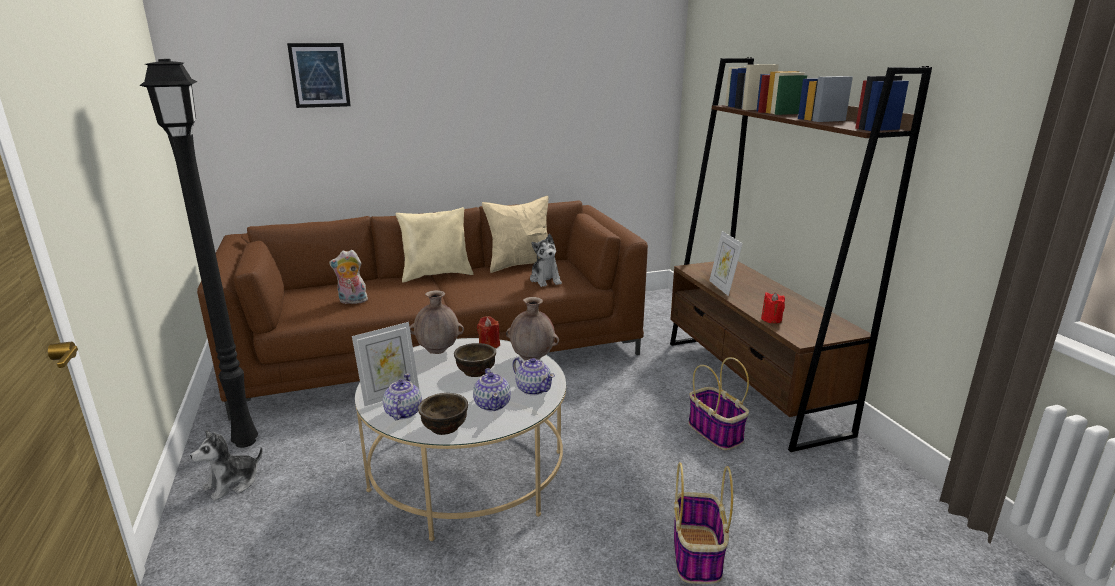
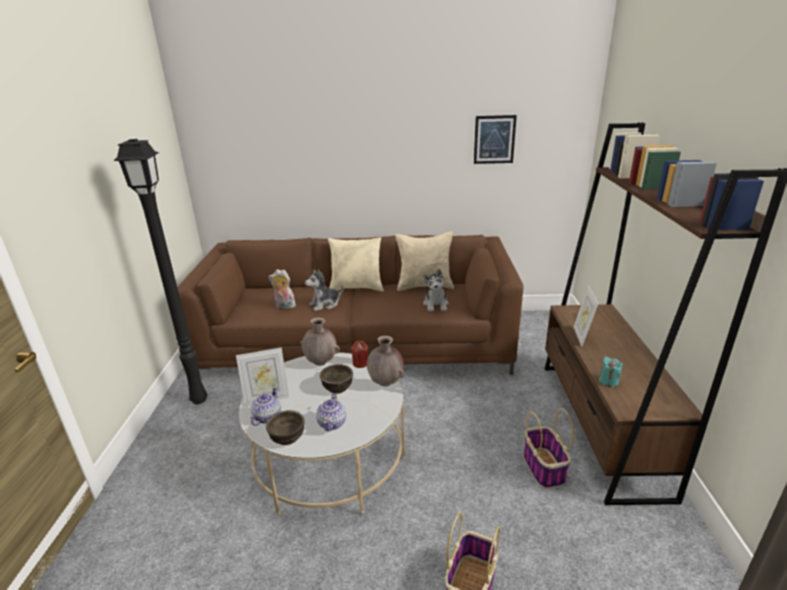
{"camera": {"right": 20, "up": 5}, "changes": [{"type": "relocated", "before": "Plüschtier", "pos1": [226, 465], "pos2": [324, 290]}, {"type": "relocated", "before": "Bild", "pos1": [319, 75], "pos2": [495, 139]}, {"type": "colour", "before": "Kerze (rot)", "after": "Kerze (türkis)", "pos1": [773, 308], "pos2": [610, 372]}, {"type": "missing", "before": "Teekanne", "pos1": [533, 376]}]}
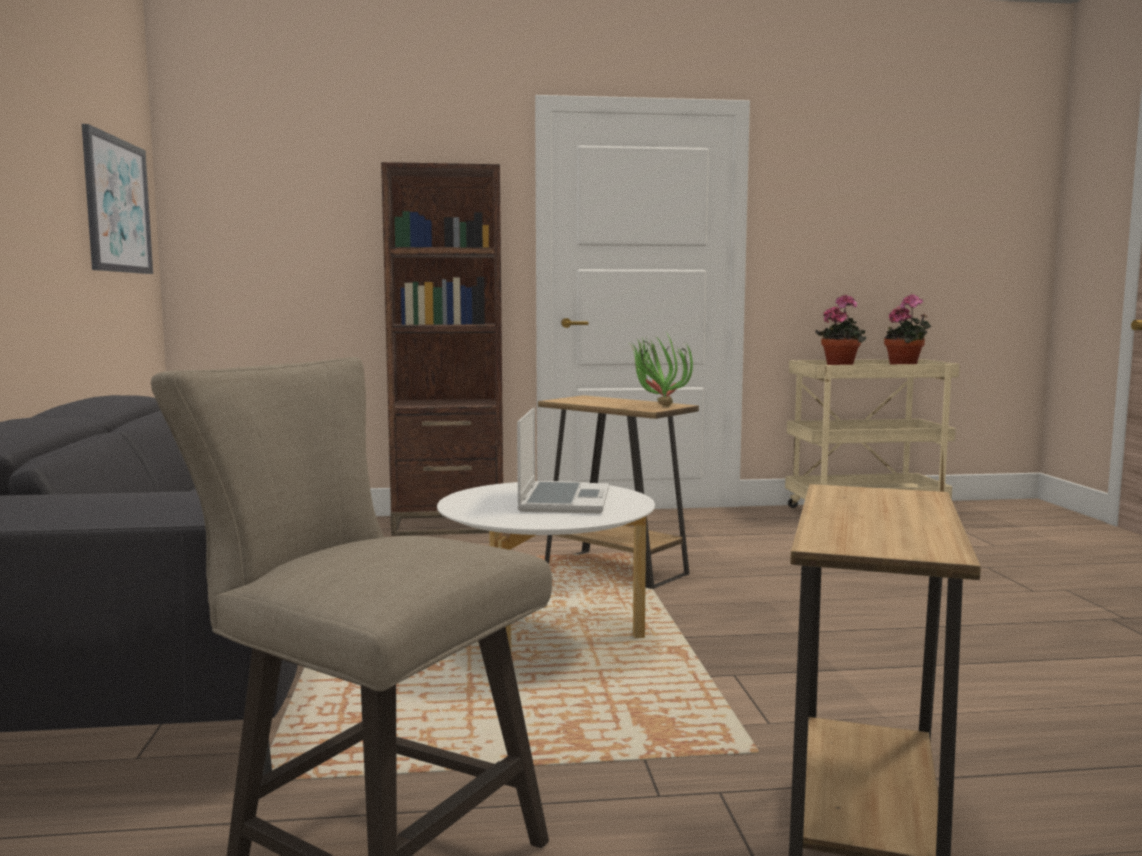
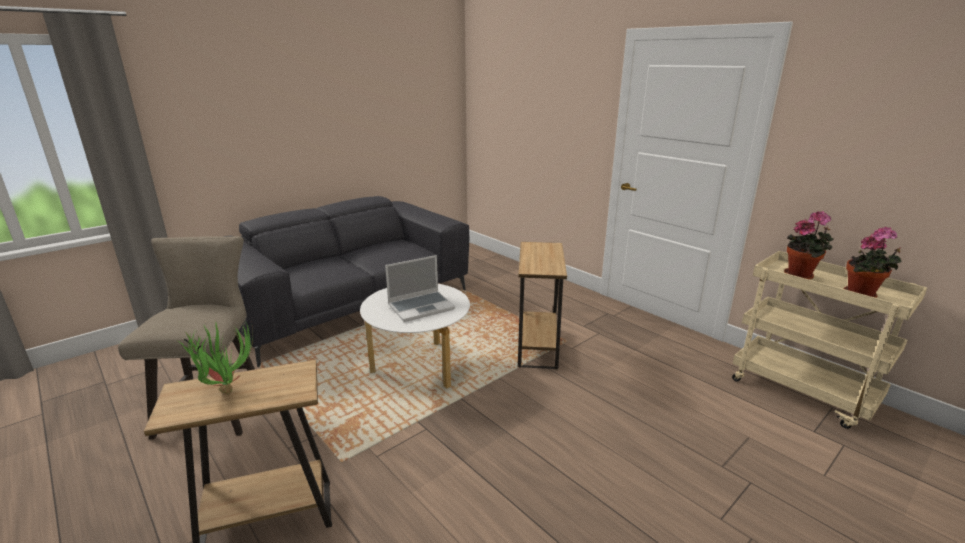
{"camera": {"right": 55, "up": 15}, "changes": [{"type": "relocated", "before": "Topfpflanze", "pos1": [661, 369], "pos2": [215, 357]}, {"type": "missing", "before": "Bild", "pos1": [117, 199]}, {"type": "missing", "before": "Bücherregal (braun)", "pos1": [442, 349]}]}
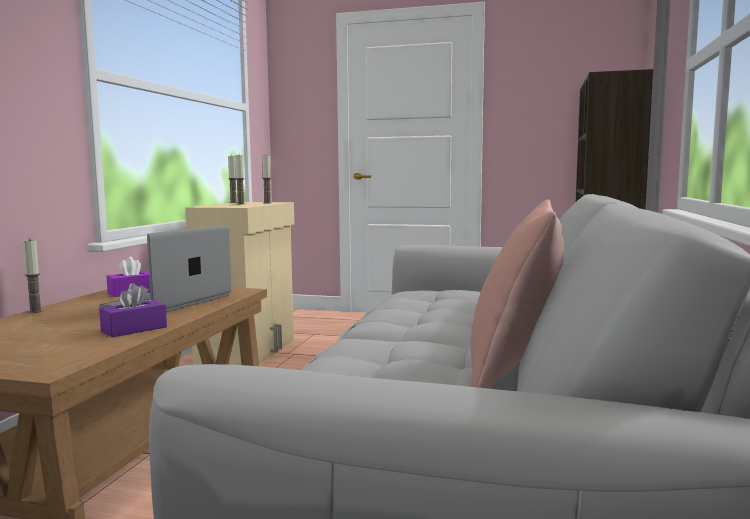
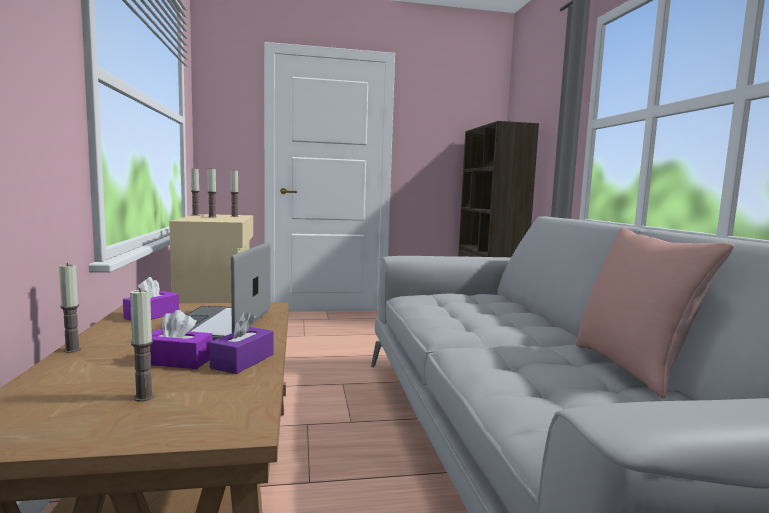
{"camera": {"right": -25, "up": 0}, "changes": [{"type": "appeared", "after": "Kerze", "pos2": [142, 345]}, {"type": "appeared", "after": "Taschentuchbox (lila)", "pos2": [181, 339]}]}
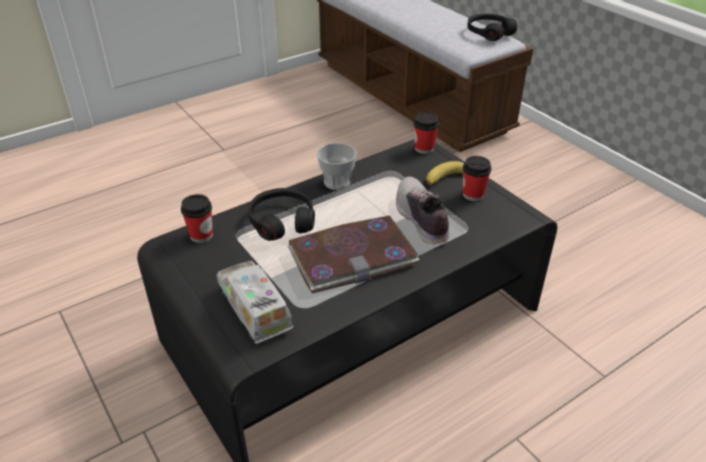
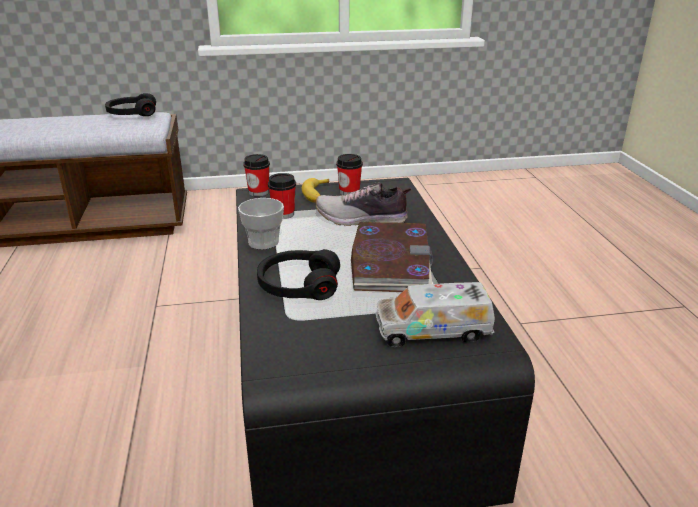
{"camera": {"right": -65, "up": -10}, "changes": [{"type": "relocated", "before": "Tasse", "pos1": [197, 218], "pos2": [282, 196]}]}
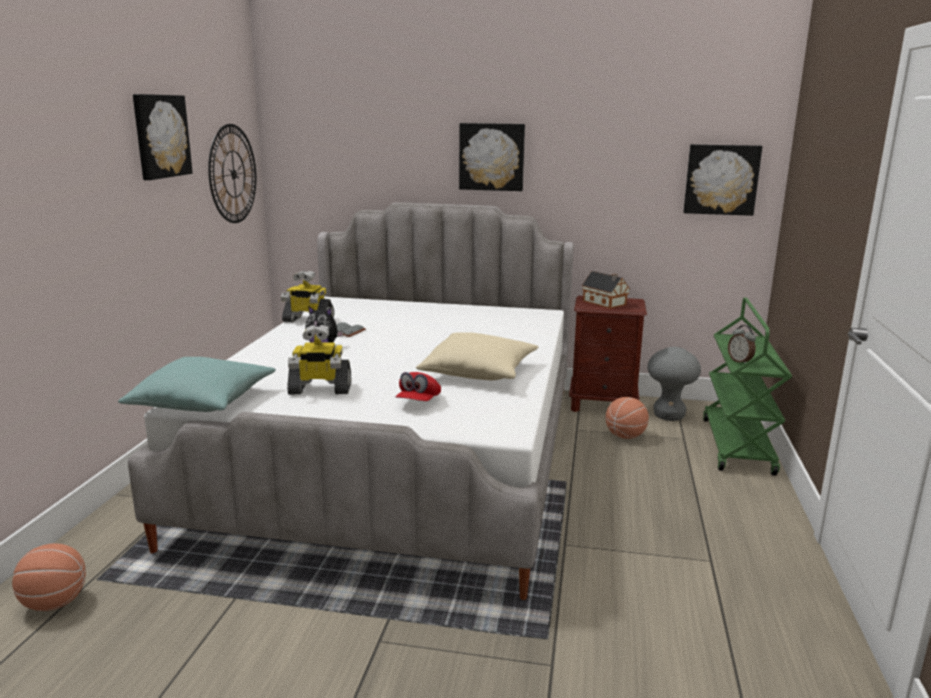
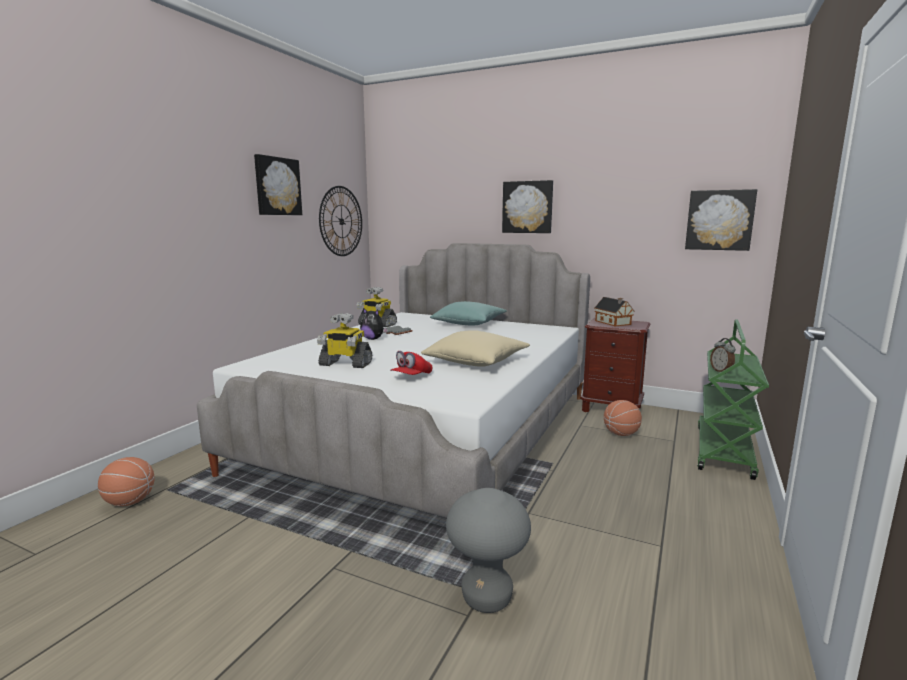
{"camera": {"right": 15, "up": -5}, "changes": [{"type": "relocated", "before": "Kissen (türkis)", "pos1": [197, 384], "pos2": [468, 313]}, {"type": "relocated", "before": "Hocker (grau)", "pos1": [674, 384], "pos2": [488, 550]}]}
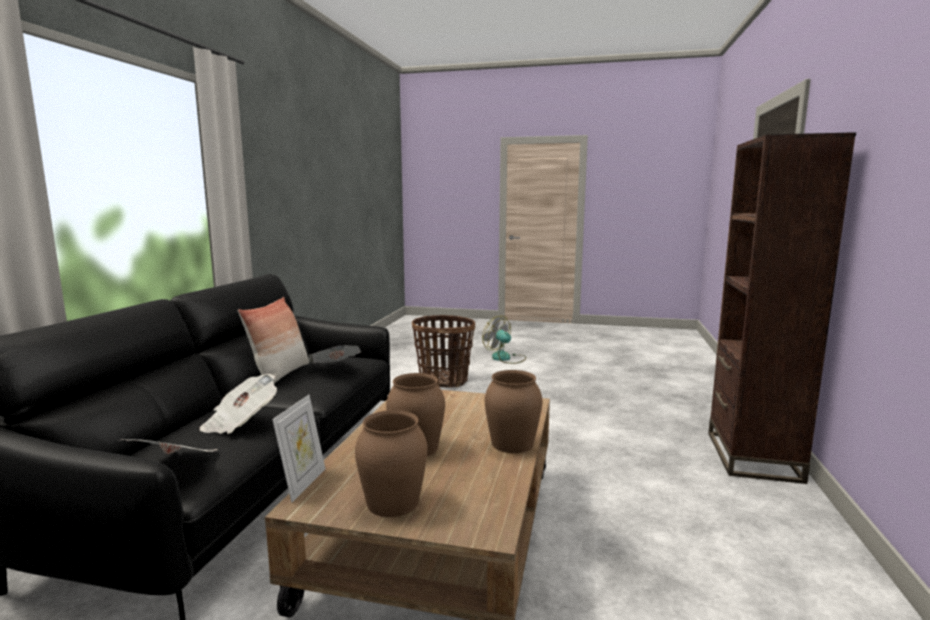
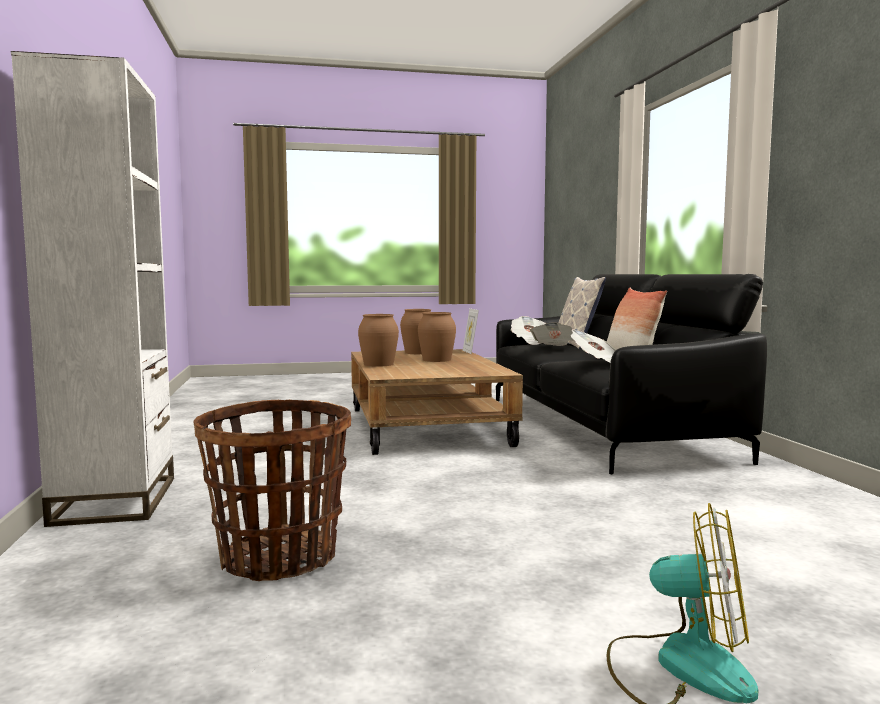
{"camera": {"right": 155, "up": -5}, "changes": [{"type": "colour", "before": "Bücherregal (braun)", "after": "Bücherregal (weiß)", "pos1": [782, 308], "pos2": [92, 289]}, {"type": "relocated", "before": "Korb", "pos1": [443, 351], "pos2": [272, 490]}, {"type": "appeared", "after": "Kissen", "pos2": [582, 313]}]}
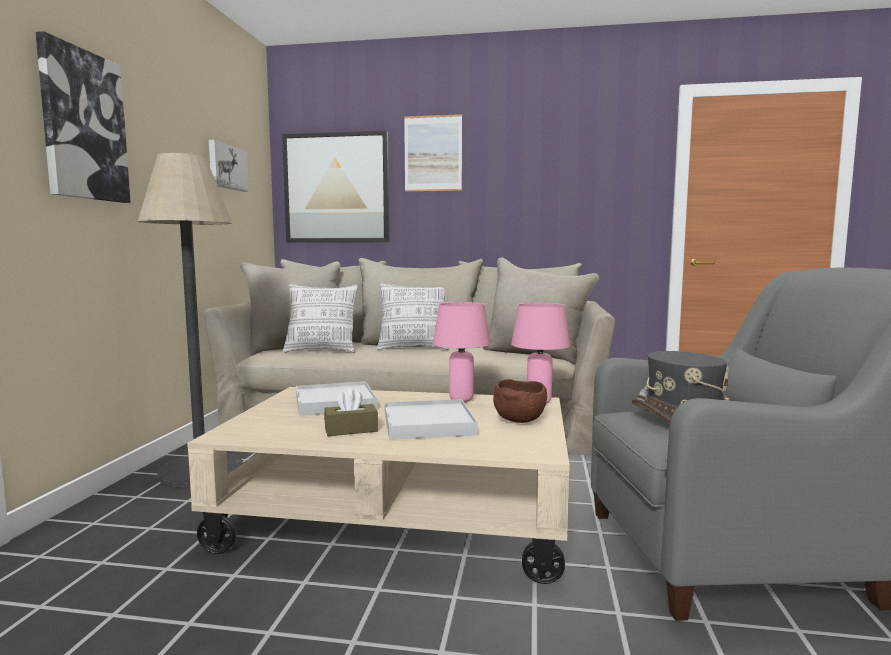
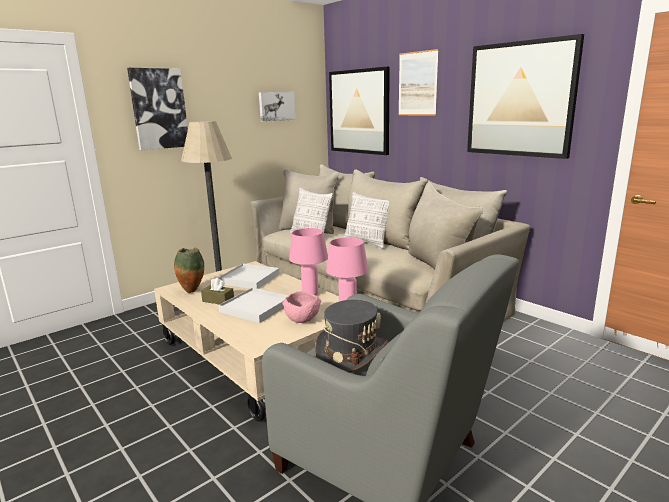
{"camera": {"right": 40, "up": 10}, "changes": [{"type": "appeared", "after": "Vase", "pos2": [189, 270]}, {"type": "colour", "before": "Schüssel (braun)", "after": "Schüssel (rosa)", "pos1": [520, 401], "pos2": [301, 307]}, {"type": "appeared", "after": "Bild", "pos2": [525, 96]}]}
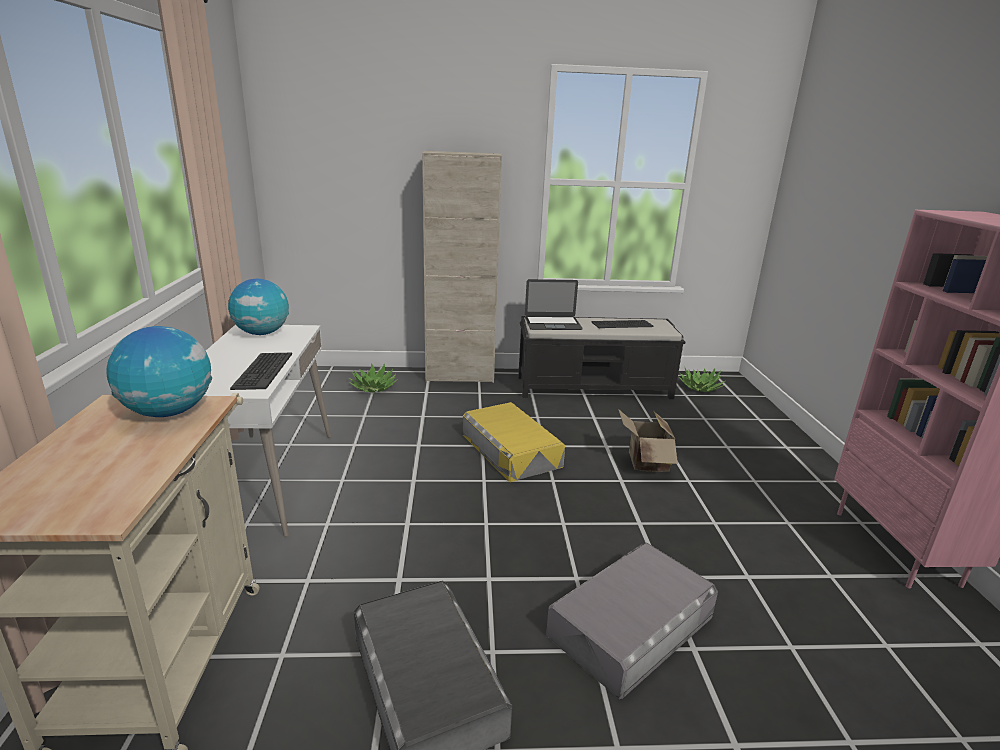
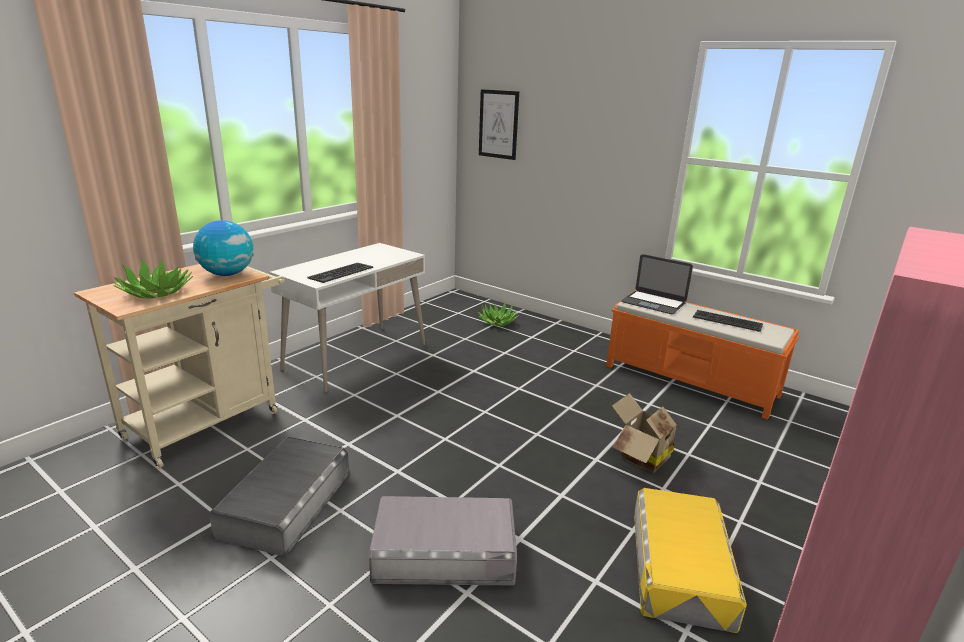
{"camera": {"right": 40, "up": 0}, "changes": [{"type": "relocated", "before": "Topfpflanze", "pos1": [701, 380], "pos2": [152, 278]}, {"type": "appeared", "after": "Bild", "pos2": [499, 124]}, {"type": "colour", "before": "Bank (schwarz)", "after": "Bank (orange)", "pos1": [601, 357], "pos2": [702, 355]}, {"type": "relocated", "before": "Aufbewahrungsbox (gelb)", "pos1": [513, 442], "pos2": [690, 560]}, {"type": "missing", "before": "Globus", "pos1": [258, 307]}, {"type": "missing", "before": "Schrank (beige)", "pos1": [462, 267]}]}
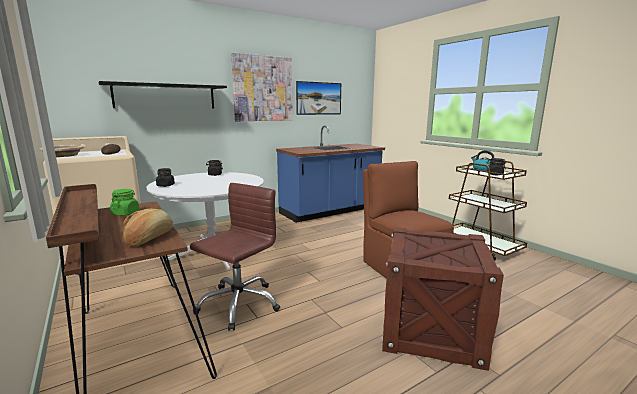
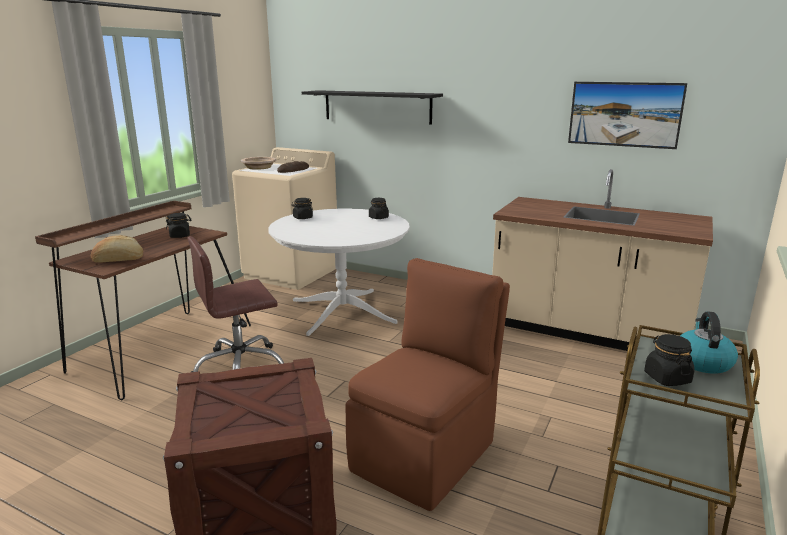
{"camera": {"right": 60, "up": 5}, "changes": [{"type": "colour", "before": "Vorratsglas (grün)", "after": "Vorratsglas (schwarz)", "pos1": [124, 202], "pos2": [178, 225]}, {"type": "spun", "before": "Bürostuhl (braun)", "pos1": [235, 257], "pos2": [236, 304], "turn": 150}, {"type": "colour", "before": "Küchenzeile (blau)", "after": "Küchenzeile (beige)", "pos1": [330, 174], "pos2": [602, 260]}, {"type": "missing", "before": "Bild", "pos1": [262, 87]}]}
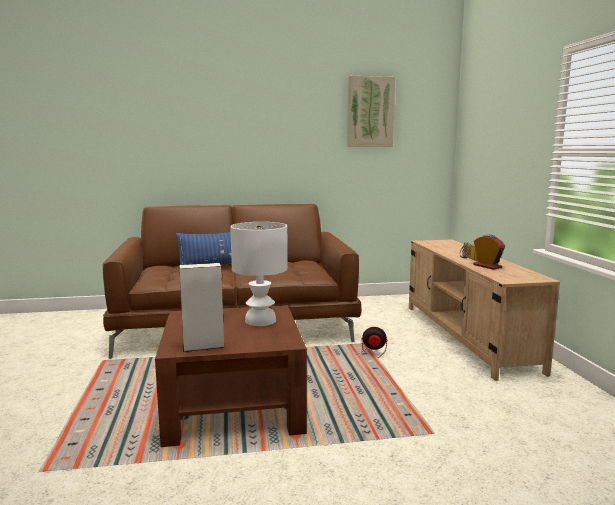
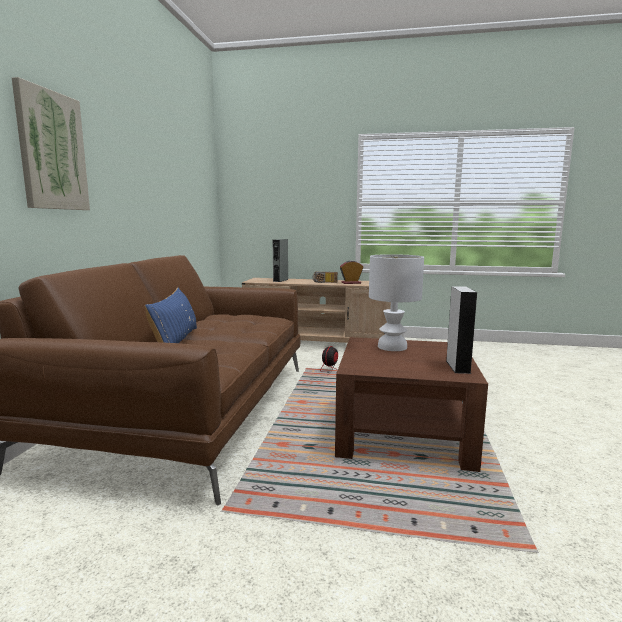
{"camera": {"right": -70, "up": 0}, "changes": [{"type": "relocated", "before": "Bild", "pos1": [371, 111], "pos2": [51, 143]}, {"type": "appeared", "after": "Lautsprecher (grau)", "pos2": [280, 260]}]}
